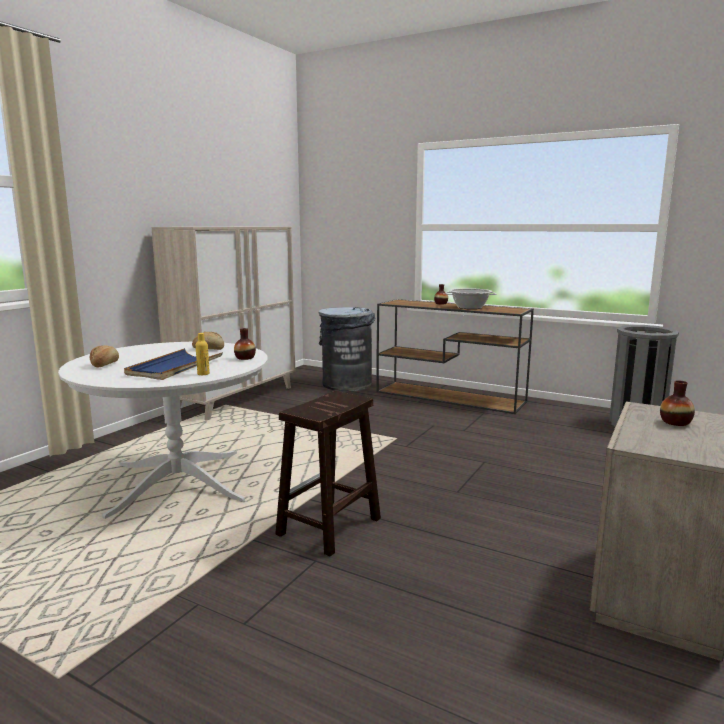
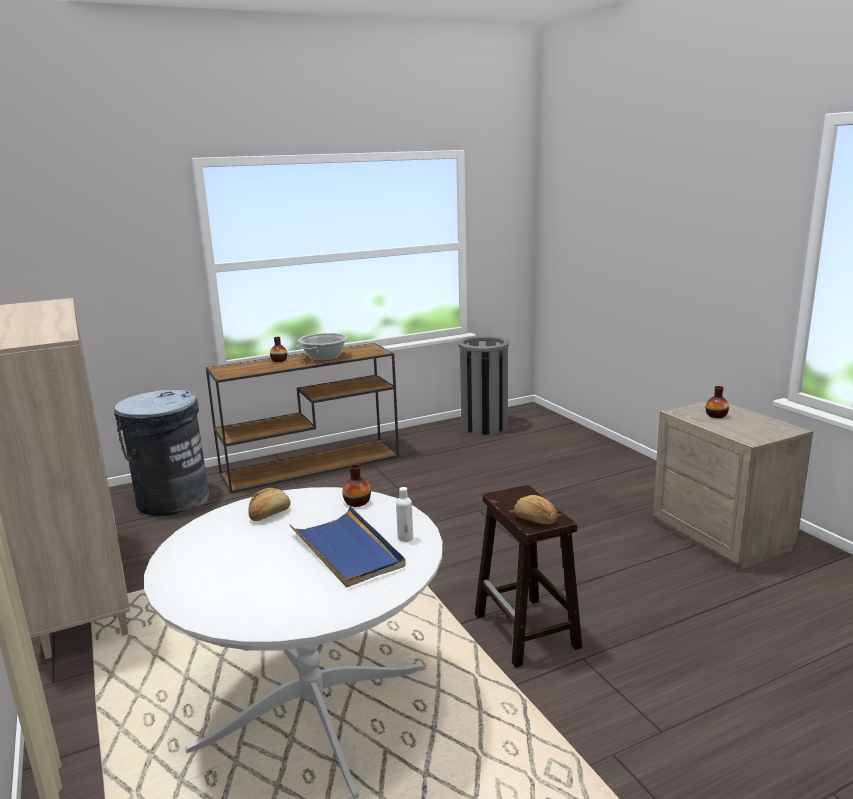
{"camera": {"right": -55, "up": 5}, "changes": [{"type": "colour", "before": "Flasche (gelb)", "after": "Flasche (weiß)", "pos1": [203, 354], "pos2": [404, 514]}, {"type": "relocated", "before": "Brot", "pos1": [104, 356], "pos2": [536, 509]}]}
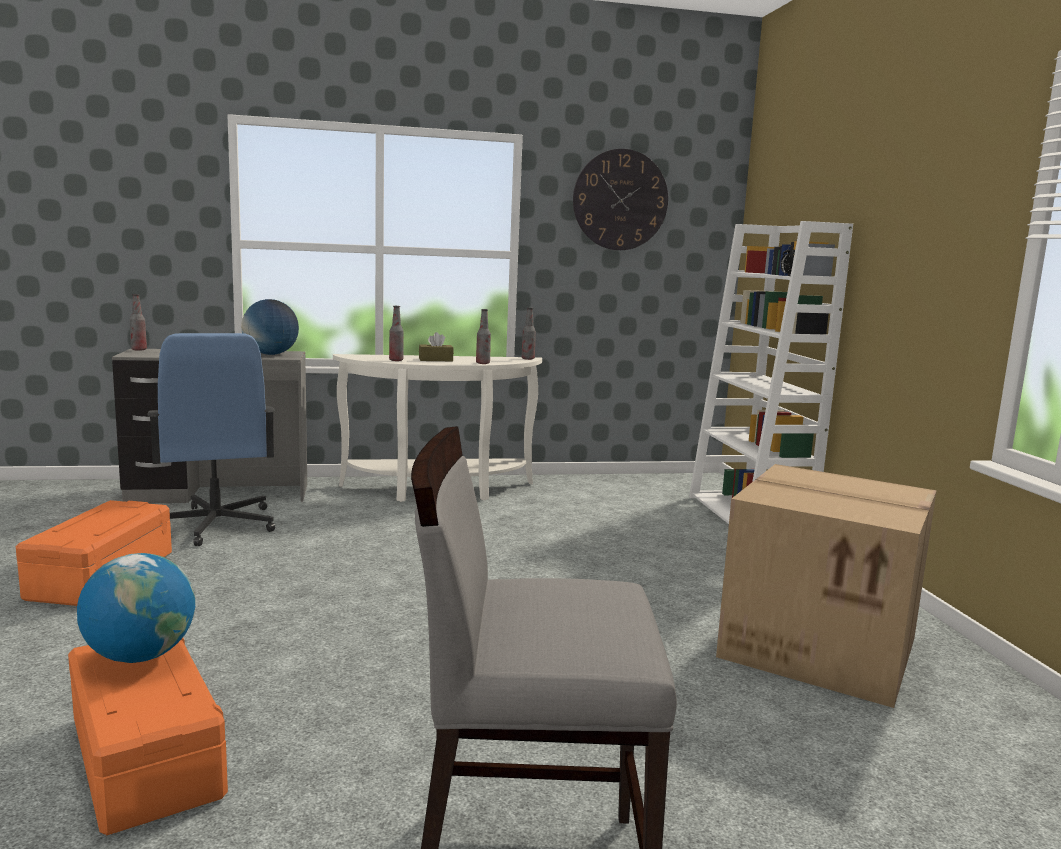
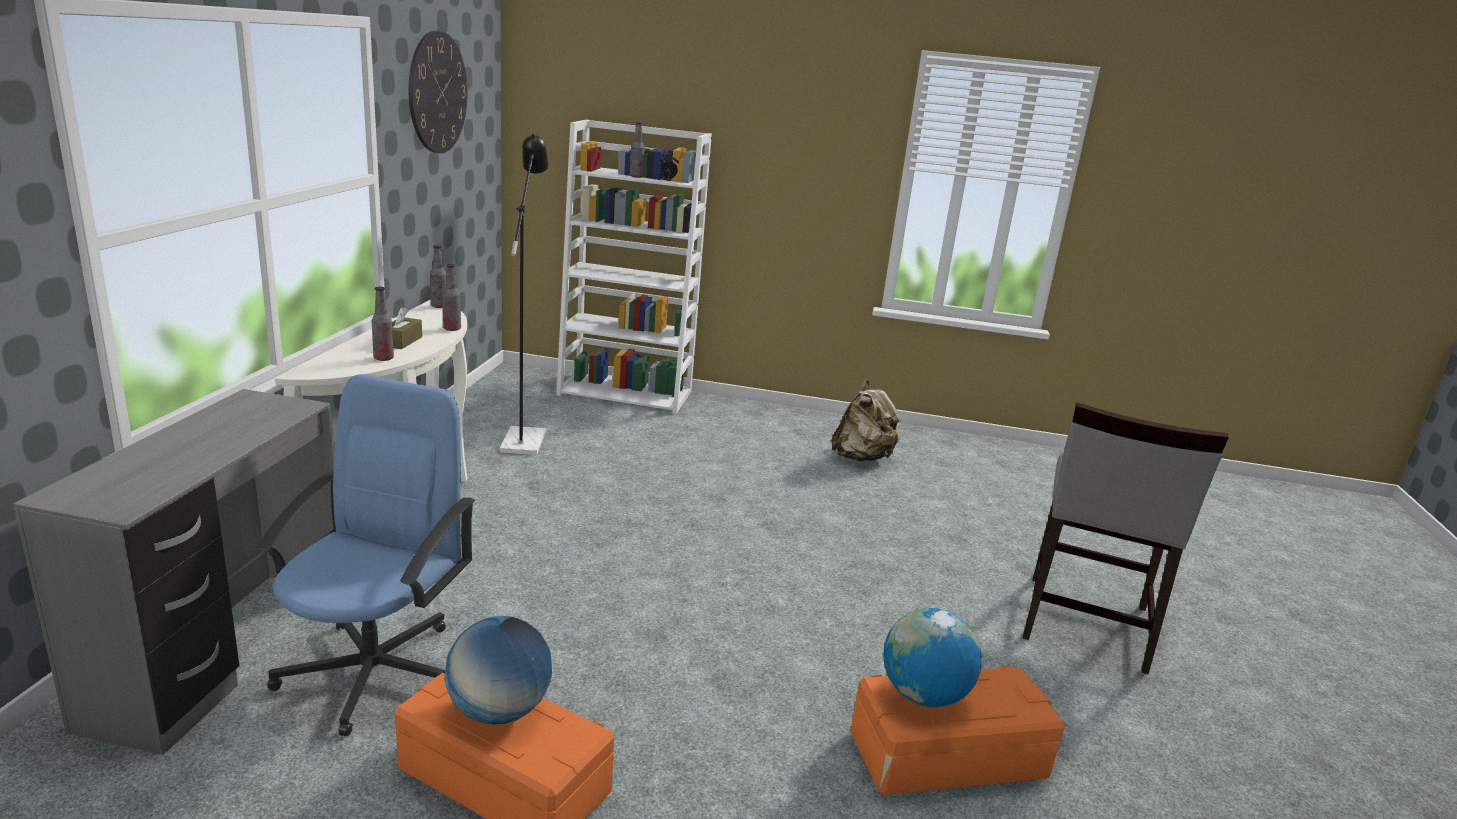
{"camera": {"right": -70, "up": 10}, "changes": [{"type": "spun", "before": "Bürostuhl (blau)", "pos1": [211, 439], "pos2": [365, 555], "turn": -75}, {"type": "relocated", "before": "Globus", "pos1": [270, 327], "pos2": [498, 670]}, {"type": "appeared", "after": "Stehlampe (schwarz)", "pos2": [524, 294]}, {"type": "relocated", "before": "Flasche", "pos1": [138, 322], "pos2": [637, 150]}, {"type": "exchanged", "before": "Karton", "after": "Rucksack (beige)", "pos1": [826, 586], "pos2": [865, 421]}]}
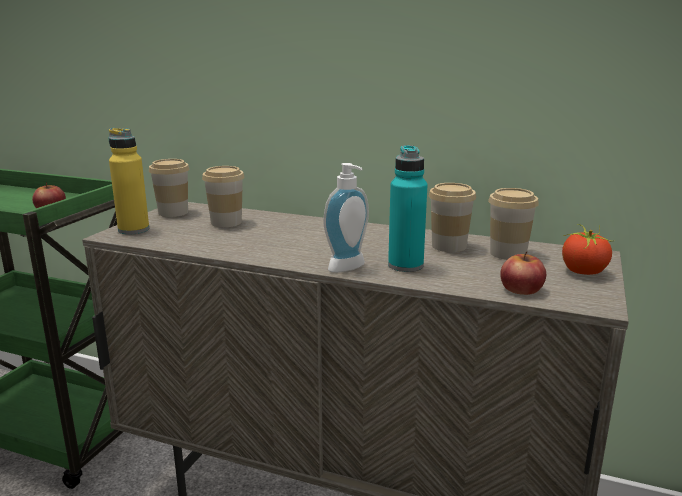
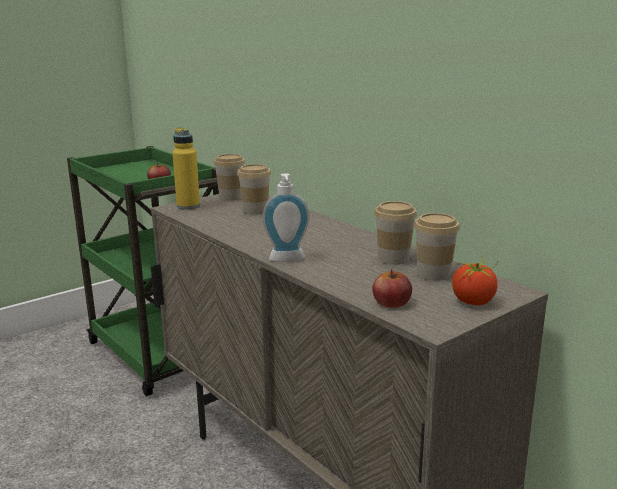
{"camera": {"right": 30, "up": 0}, "changes": [{"type": "missing", "before": "Flasche (türkis)", "pos1": [407, 208]}]}
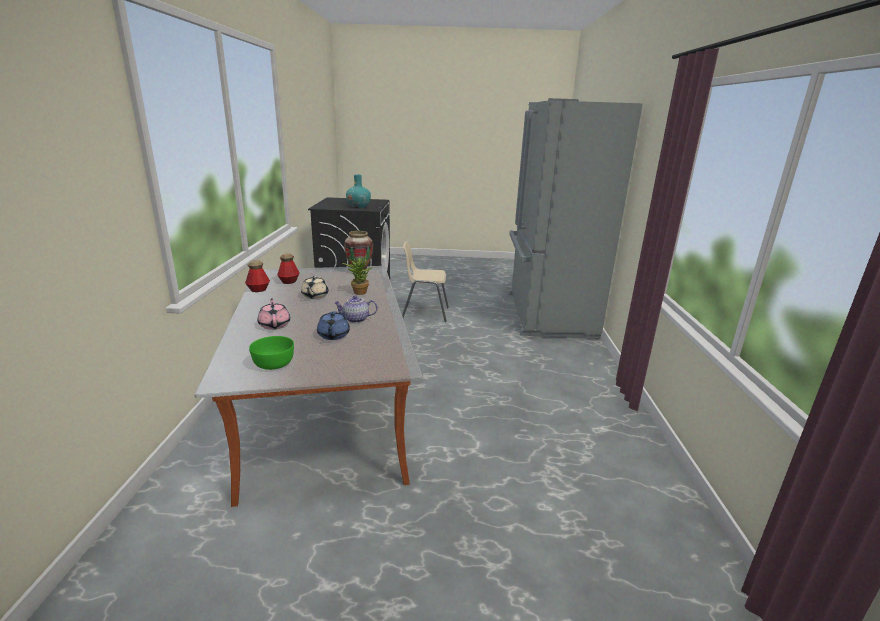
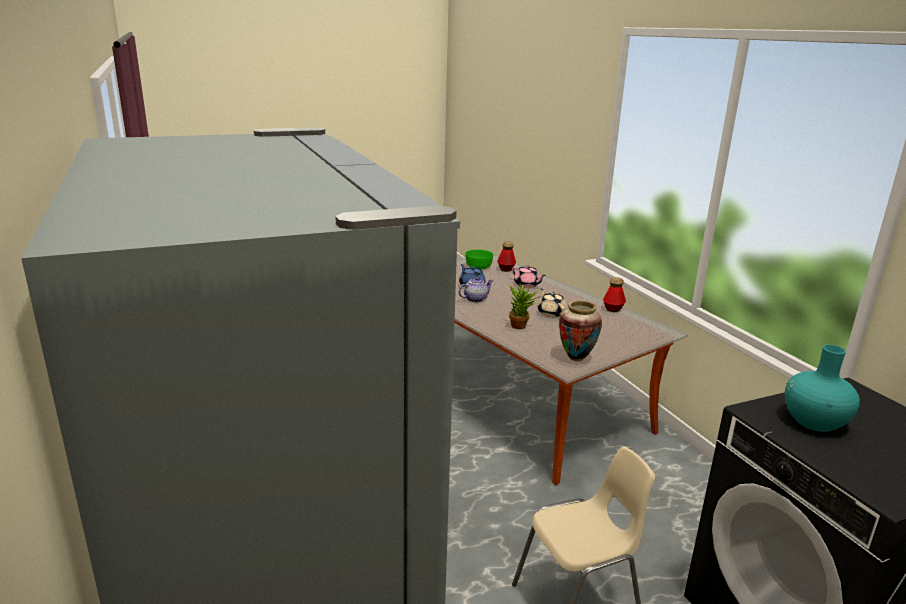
{"camera": {"right": 155, "up": 0}, "changes": [{"type": "relocated", "before": "Flasche", "pos1": [288, 268], "pos2": [506, 256]}]}
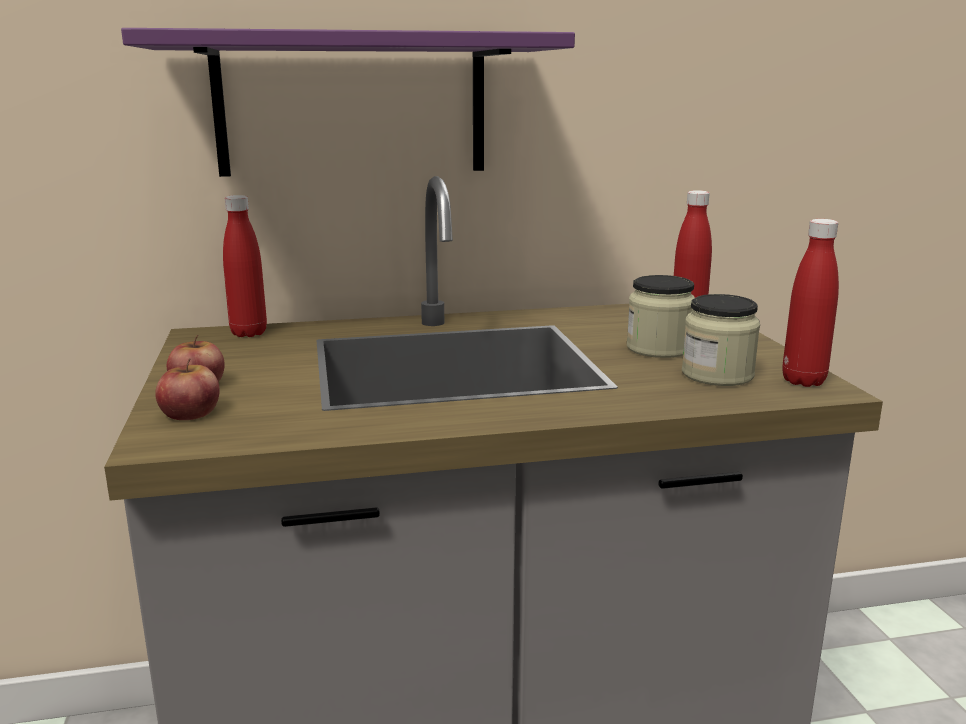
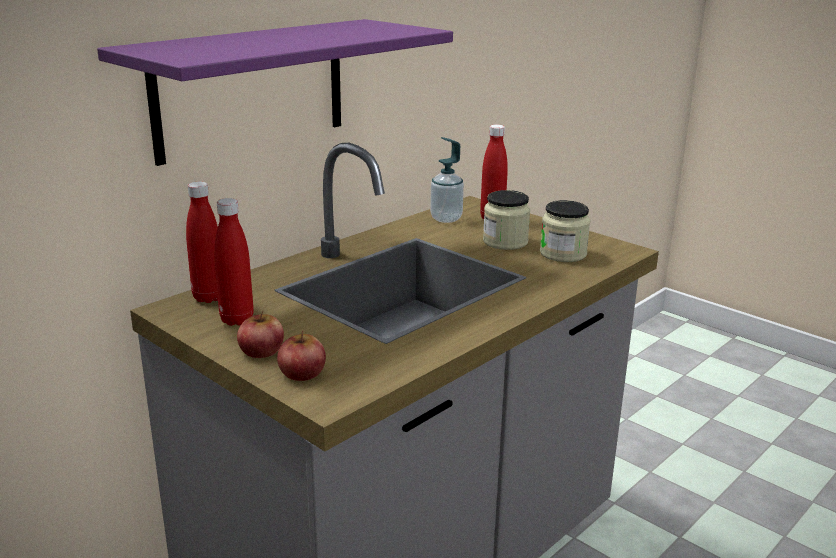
{"camera": {"right": -35, "up": 5}, "changes": [{"type": "relocated", "before": "Flasche (rot)", "pos1": [810, 303], "pos2": [234, 262]}, {"type": "appeared", "after": "Seifenspender", "pos2": [447, 180]}]}
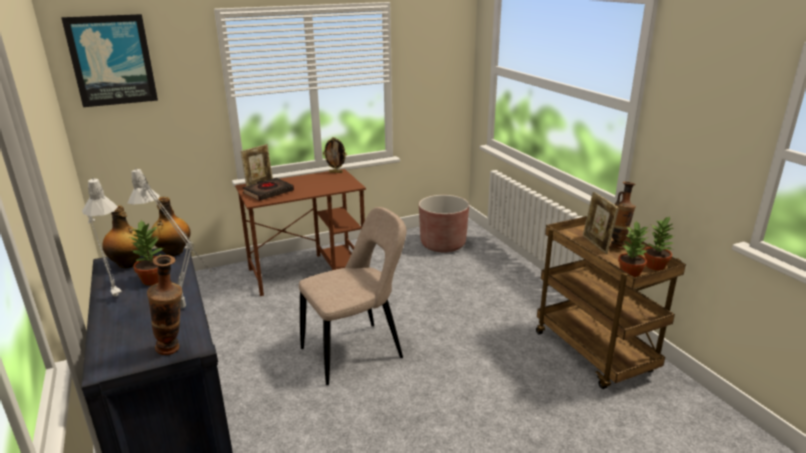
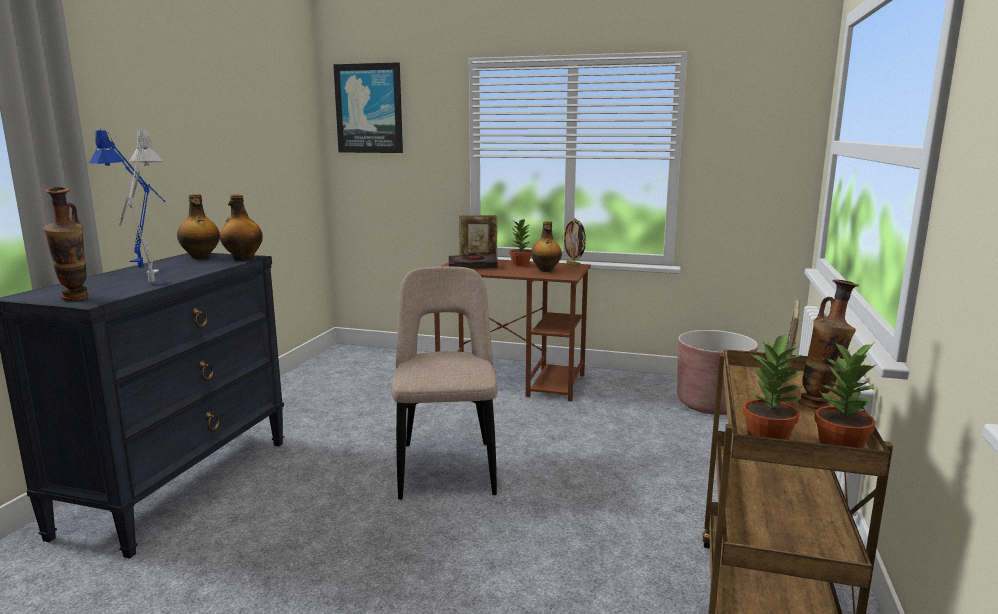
{"camera": {"right": 40, "up": -10}, "changes": [{"type": "colour", "before": "Tischlampe (grau)", "after": "Tischlampe (blau)", "pos1": [102, 237], "pos2": [127, 198]}, {"type": "spun", "before": "Stuhl (beige)", "pos1": [352, 296], "pos2": [445, 383], "turn": -105}, {"type": "relocated", "before": "Topfpflanze", "pos1": [147, 253], "pos2": [520, 242]}, {"type": "appeared", "after": "Flasche", "pos2": [546, 246]}]}
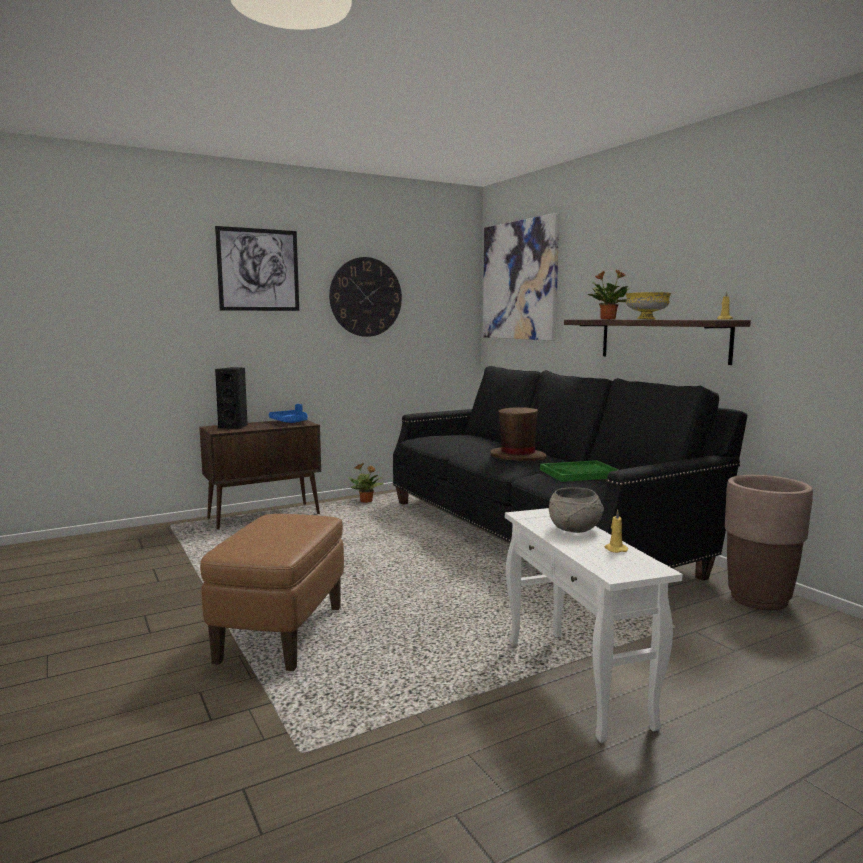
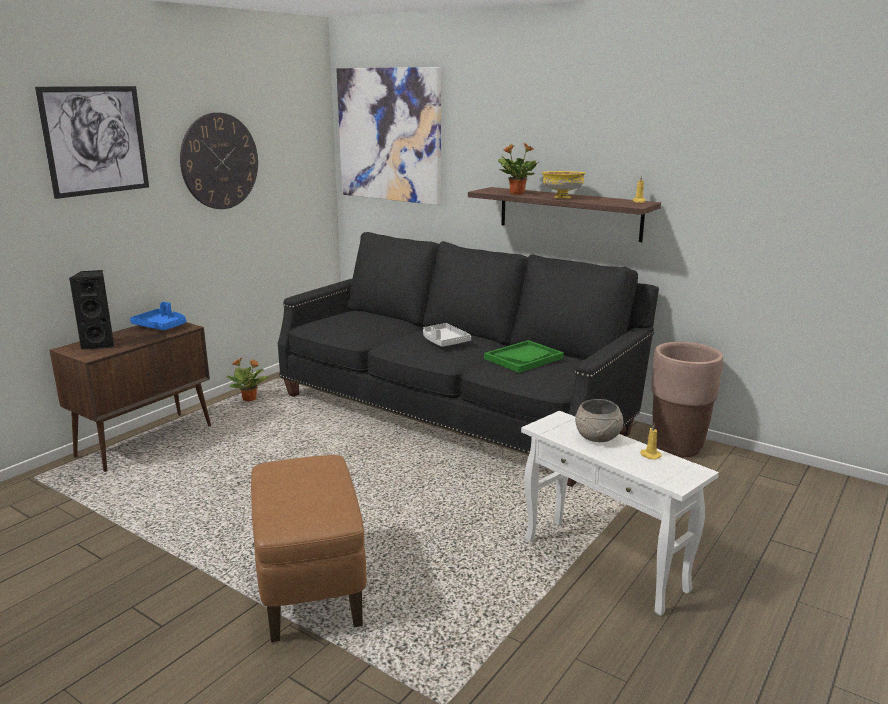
{"camera": {"right": -25, "up": 10}, "changes": [{"type": "exchanged", "before": "Hut (braun)", "after": "Tablett (grau)", "pos1": [518, 434], "pos2": [447, 335]}]}
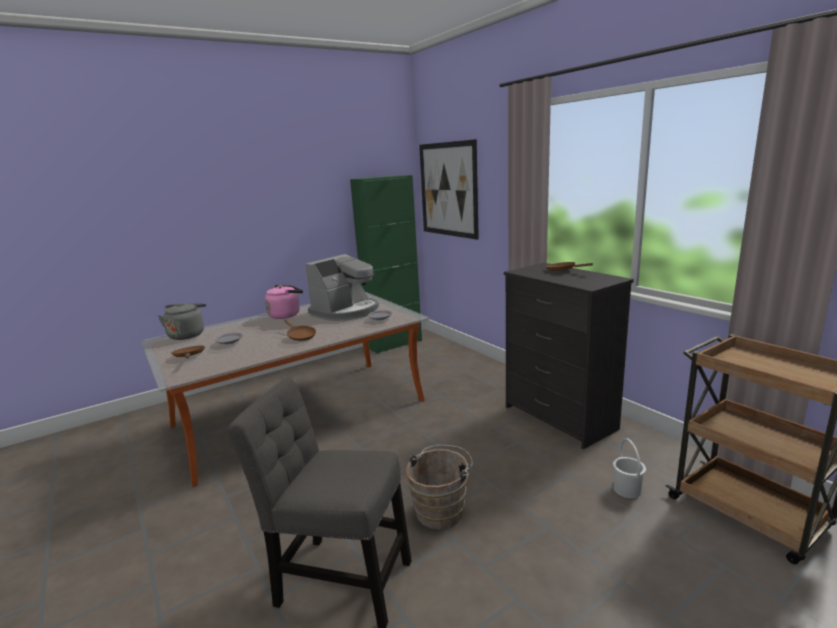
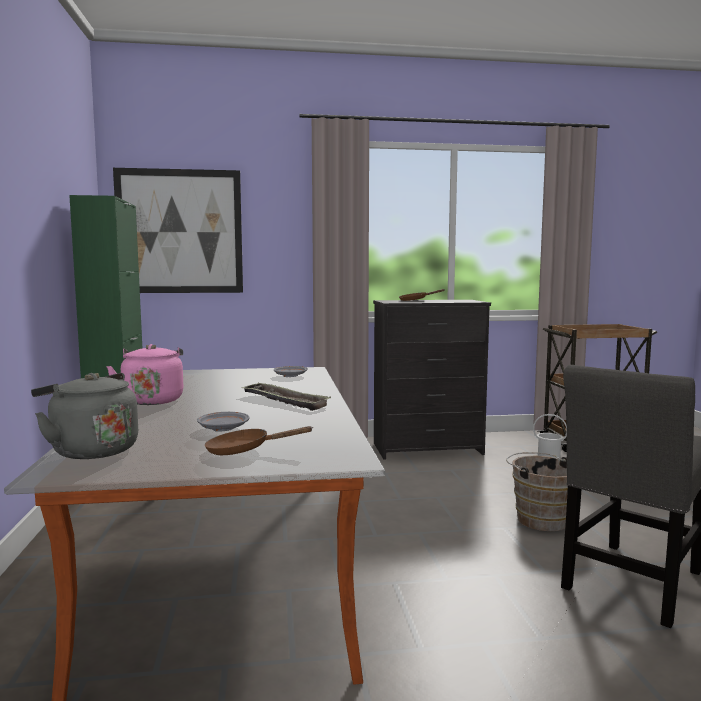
{"camera": {"right": -65, "up": -10}, "changes": [{"type": "exchanged", "before": "Pfanne (braun)", "after": "Tablett", "pos1": [300, 330], "pos2": [286, 397]}, {"type": "missing", "before": "Kaffeemaschine", "pos1": [342, 287]}]}
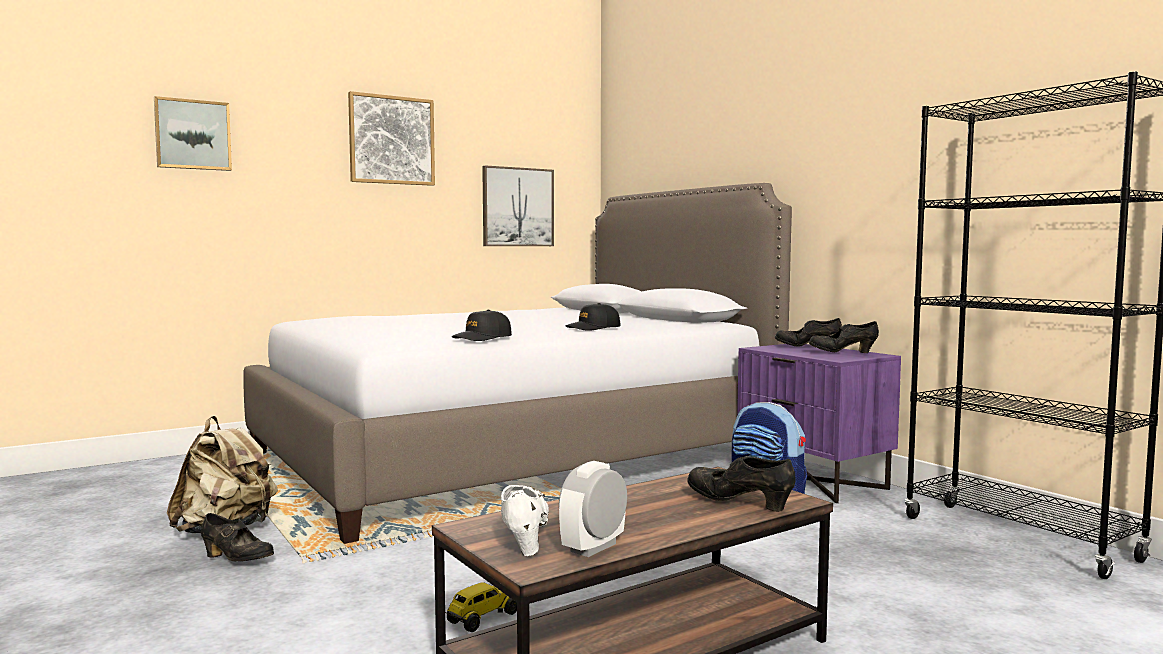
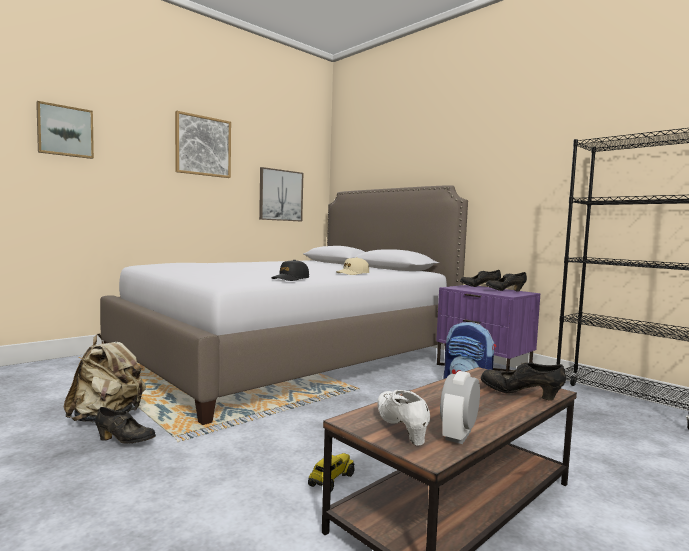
{"camera": {"right": -10, "up": 0}, "changes": [{"type": "colour", "before": "Kappe (schwarz)", "after": "Kappe (beige)", "pos1": [593, 317], "pos2": [352, 266]}]}
